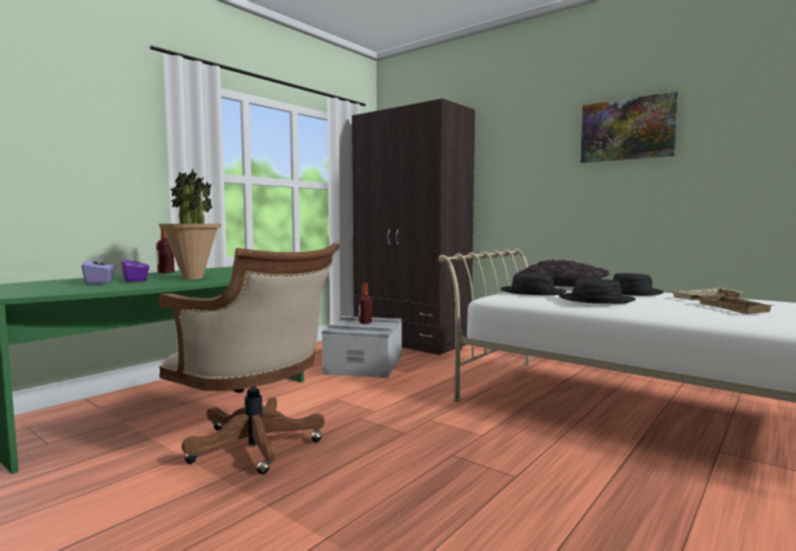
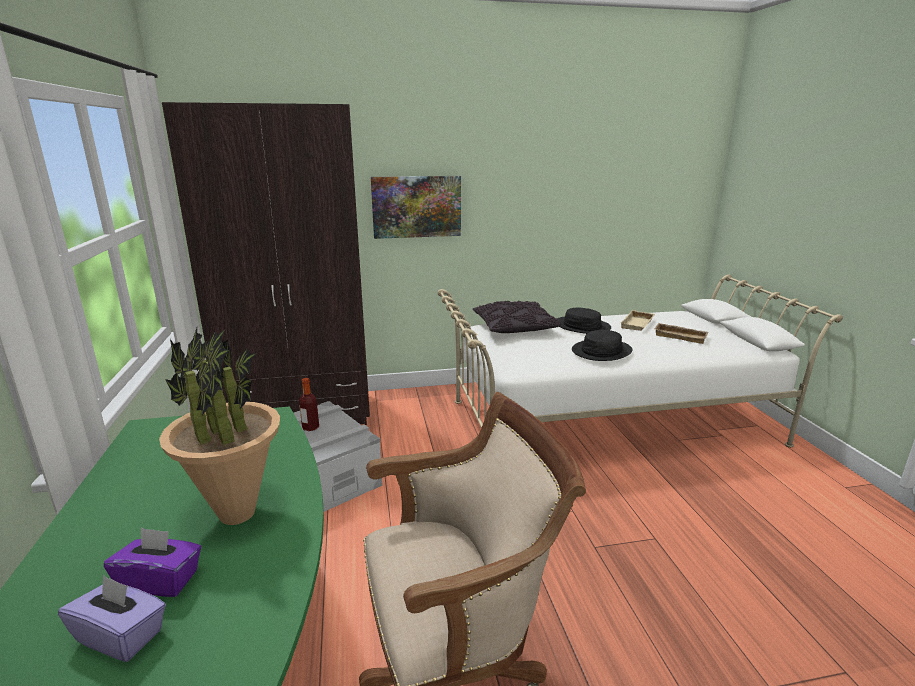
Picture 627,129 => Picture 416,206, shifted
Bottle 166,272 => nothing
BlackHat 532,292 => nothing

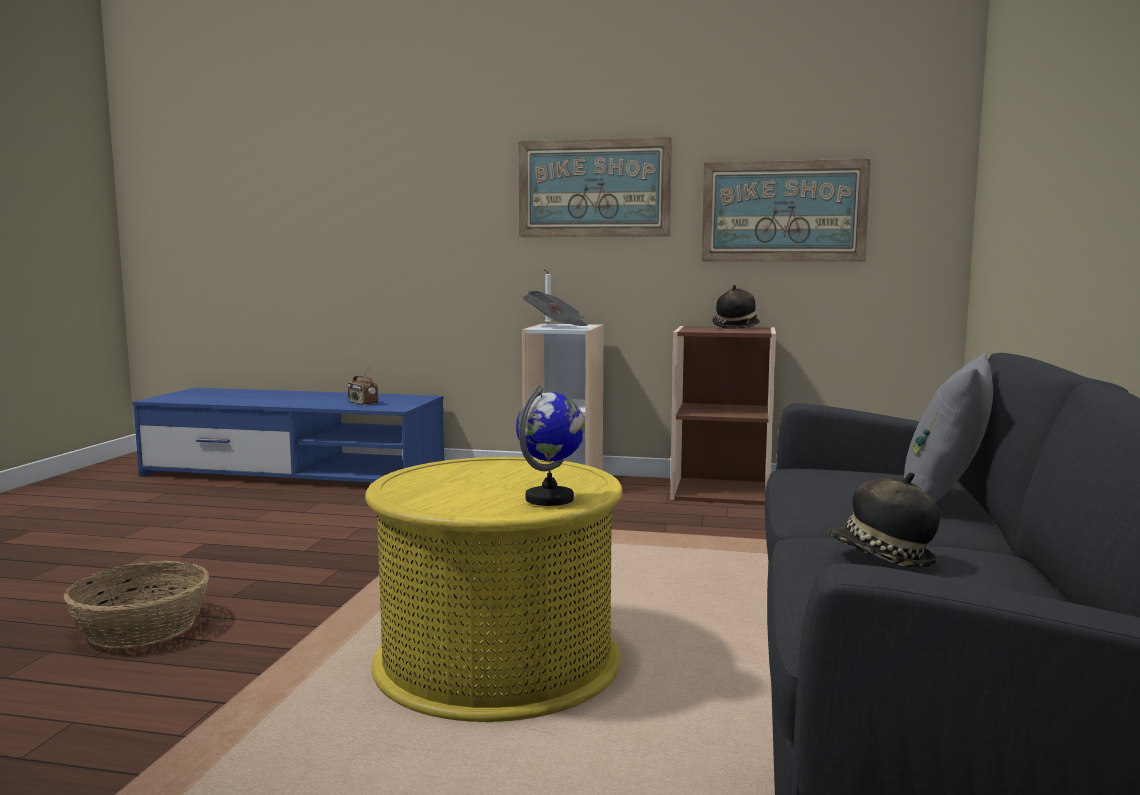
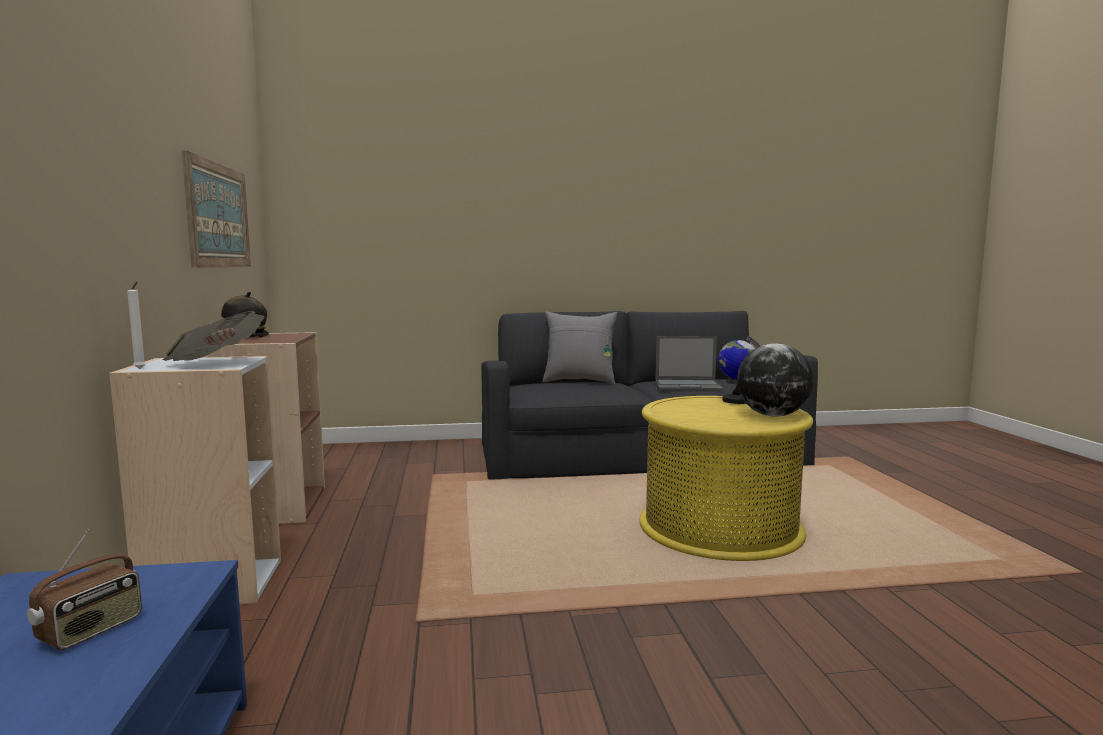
Hat 881,558 => Laptop 688,385
nothing => Globe 773,415
Basket 143,627 => nothing
Picture 594,188 => nothing

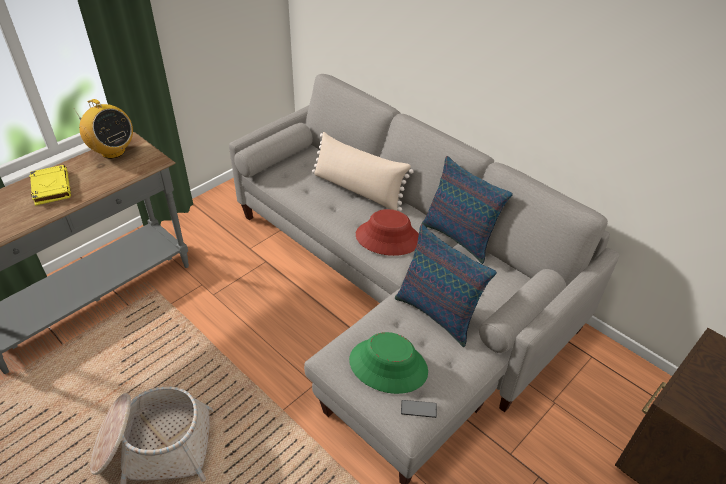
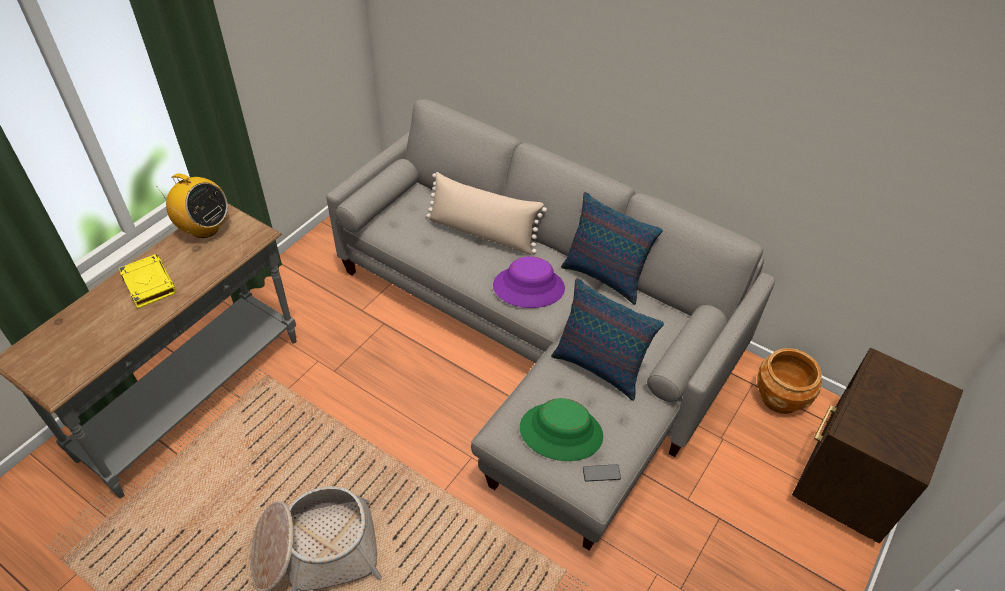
RedHat 388,238 => PurpleHat 528,287
nothing => BrownPlanter 780,397

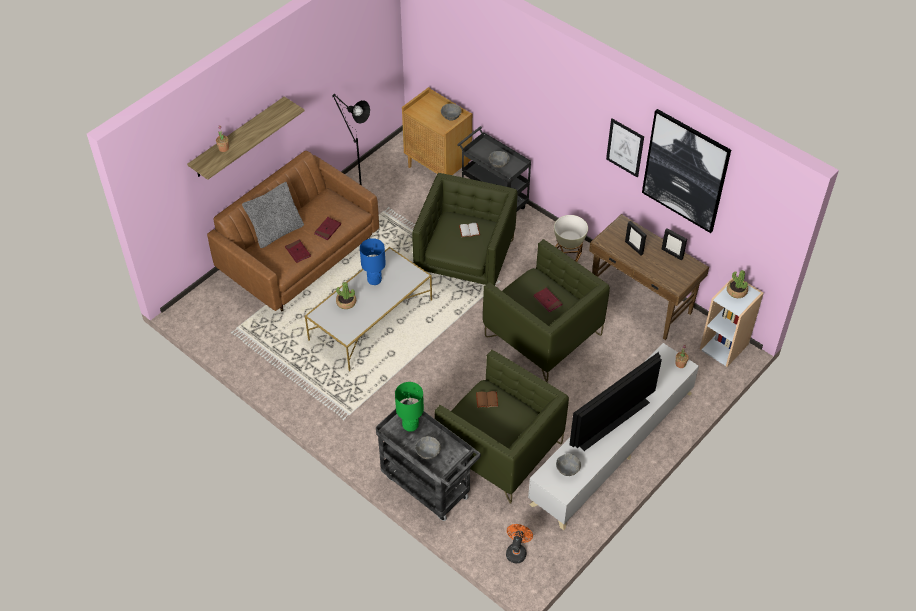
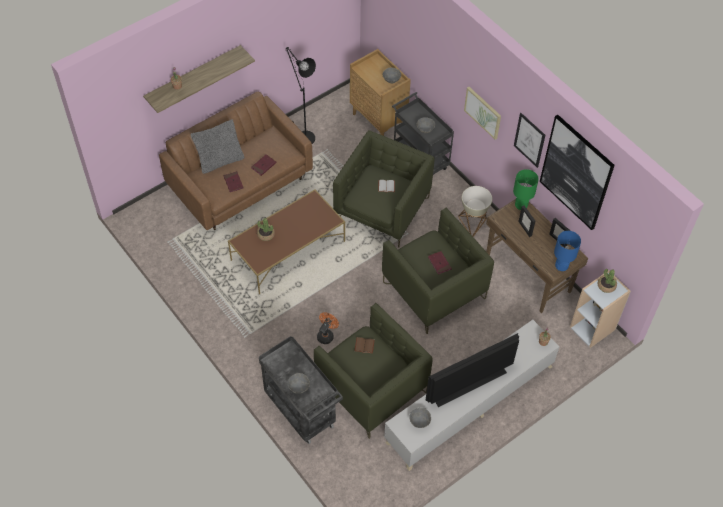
WhiteCoffeeTable 371,320 => BrownCoffeeTable 288,250
OrangeFan 517,551 => OrangeFan 326,335, shifted
nothing => Picture 483,112
GreenTableLamp 410,426 => GreenTableLamp 521,206, shifted
BlueTableLamp 374,281 => BlueTableLamp 561,266, shifted

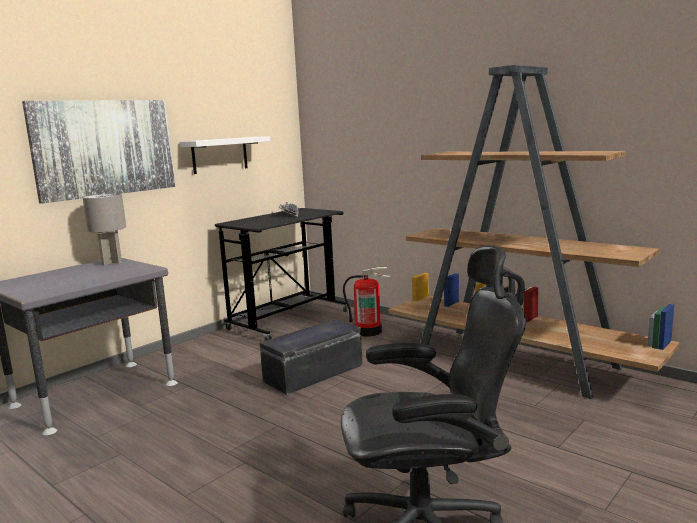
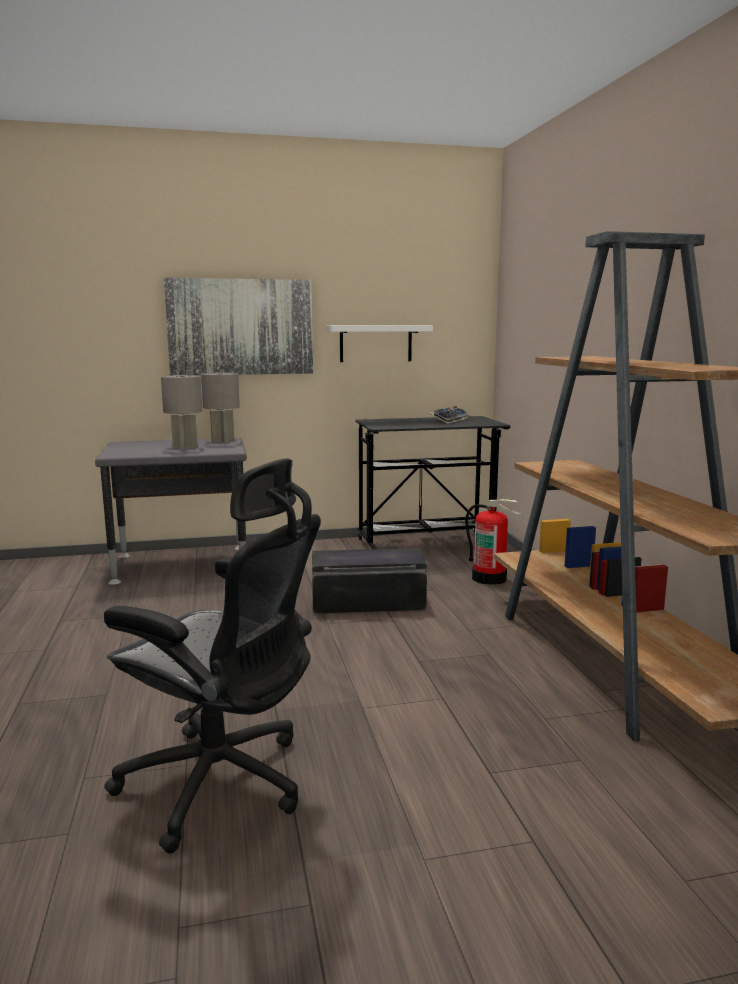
nothing => GreyTableLamp 184,447

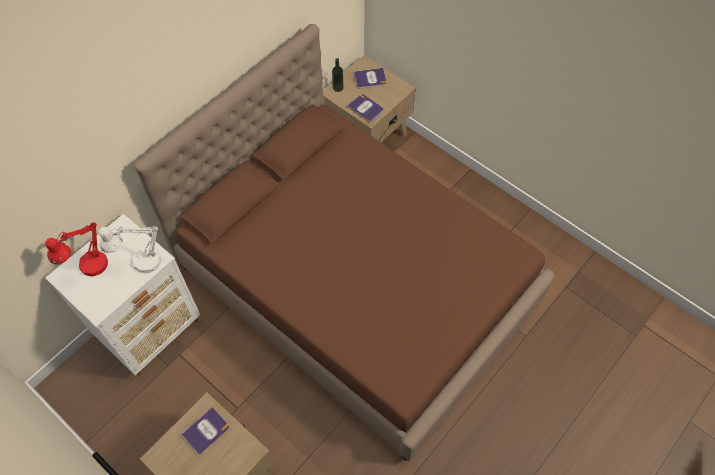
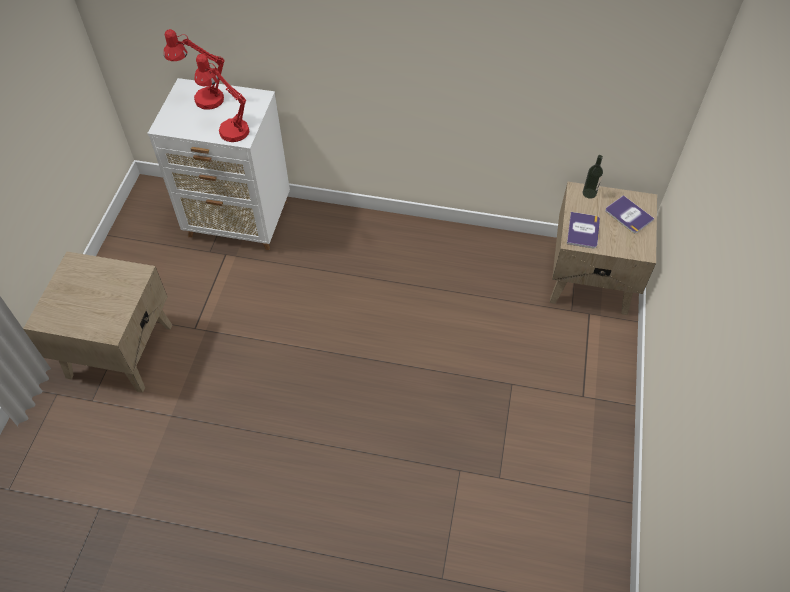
WhiteTableLamp 141,263 => RedTableLamp 229,129
BrownBed 357,283 => nothing
Book 206,431 => nothing

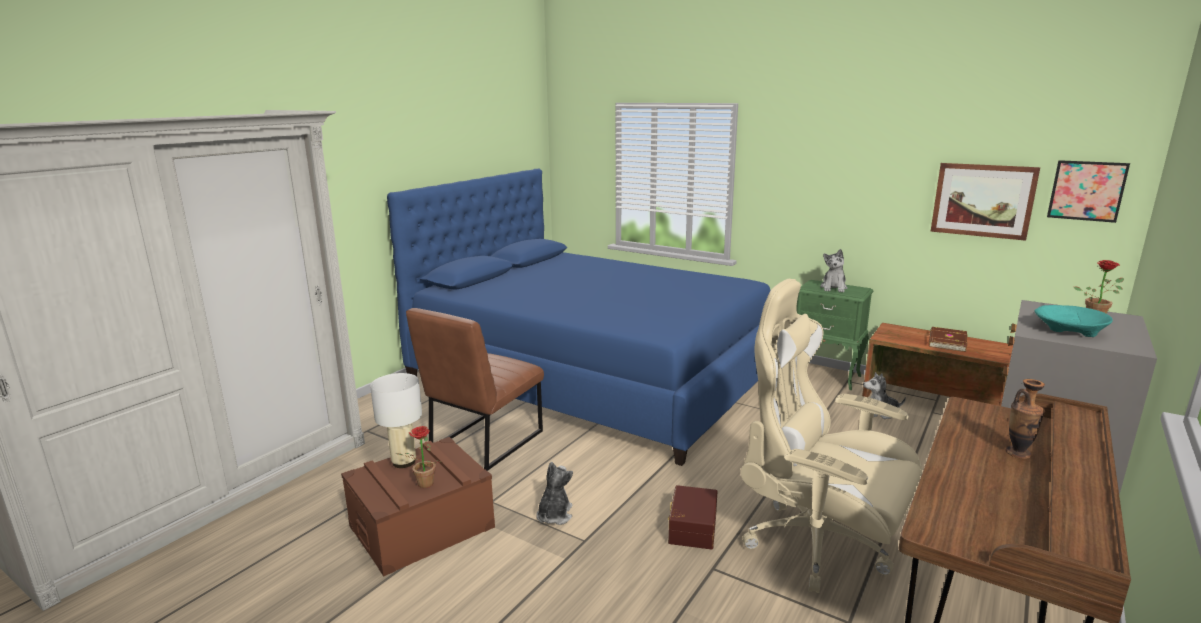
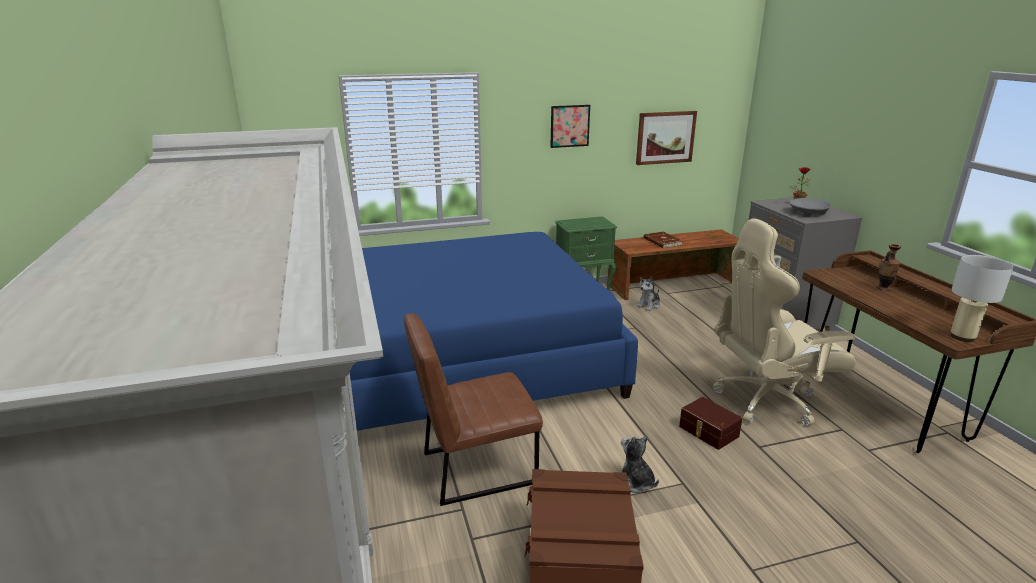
BrownChair 484,442 => BrownChair 475,468, 90 degrees clockwise
Picture 1086,191 => Picture 569,126, shifted
TurquoiseBowl 1069,330 => GreyBowl 809,213
WhiteTableLamp 403,462 => WhiteTableLamp 961,337, shifted
PottedPlant 422,485 => nothing
PlushToy 833,288 => nothing

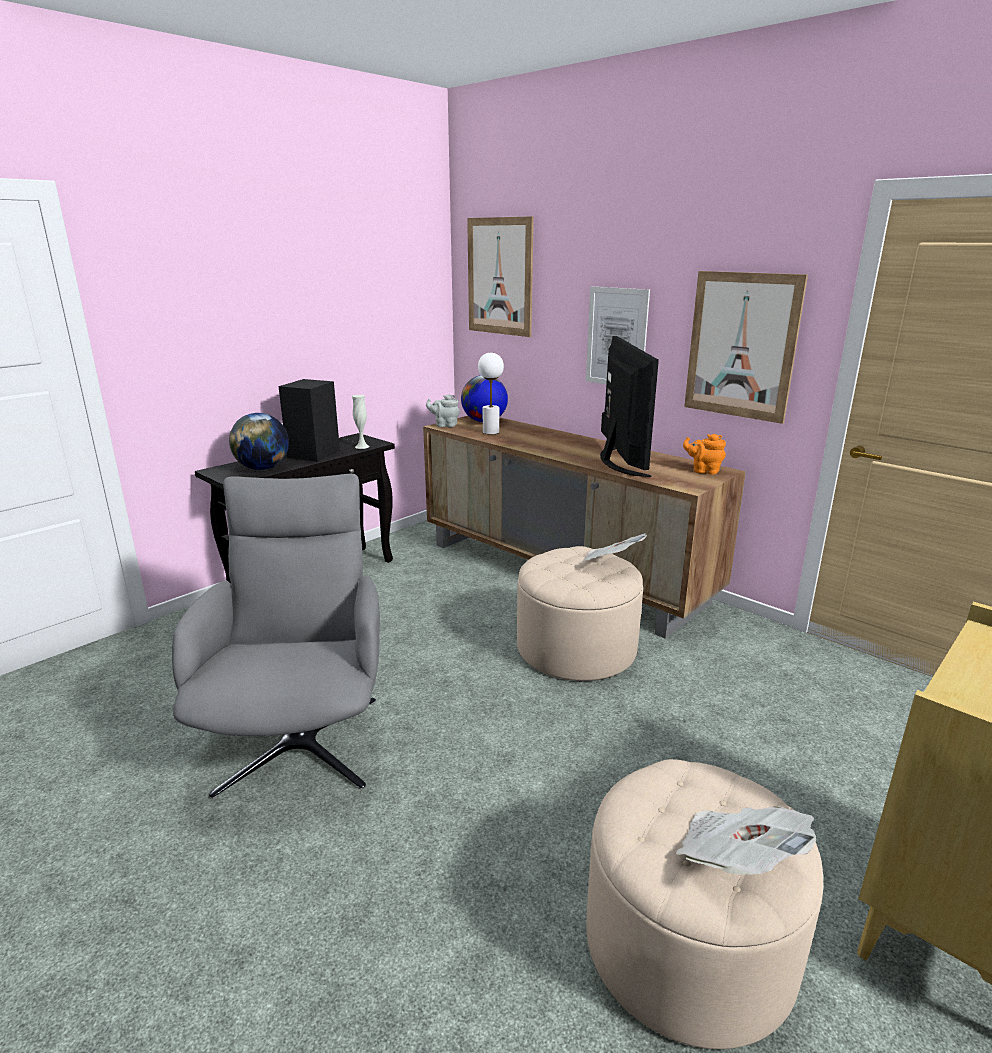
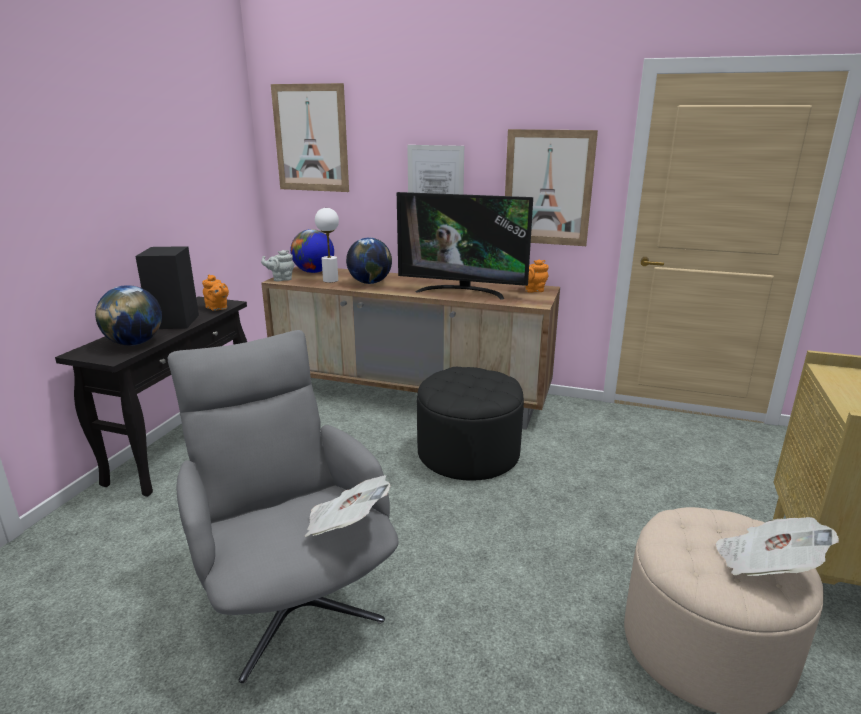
WhiteVase 362,446 => OrangeTeapot 217,308
Newspaper 611,563 => Newspaper 346,525, shifted
nothing => Globe 370,283
Television 617,461 => Television 462,291, 135 degrees clockwise
BeigeOttoman 576,648 => BlackOttoman 468,453

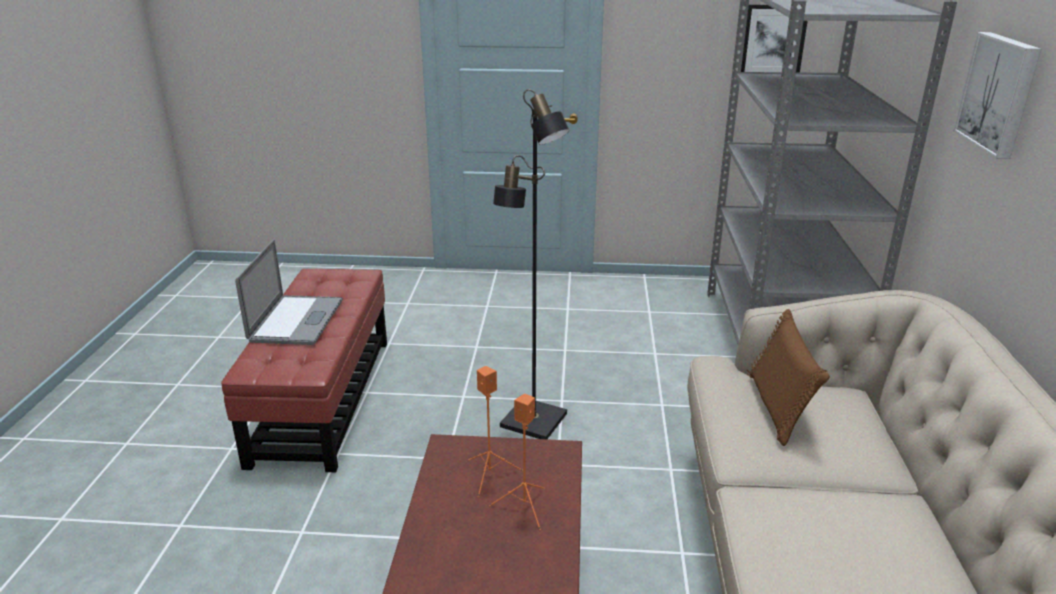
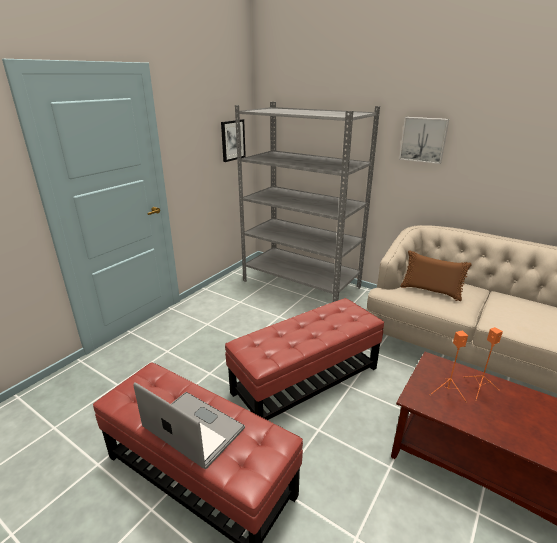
BlackFloorLamp 533,420 => RedOttoman 305,379

